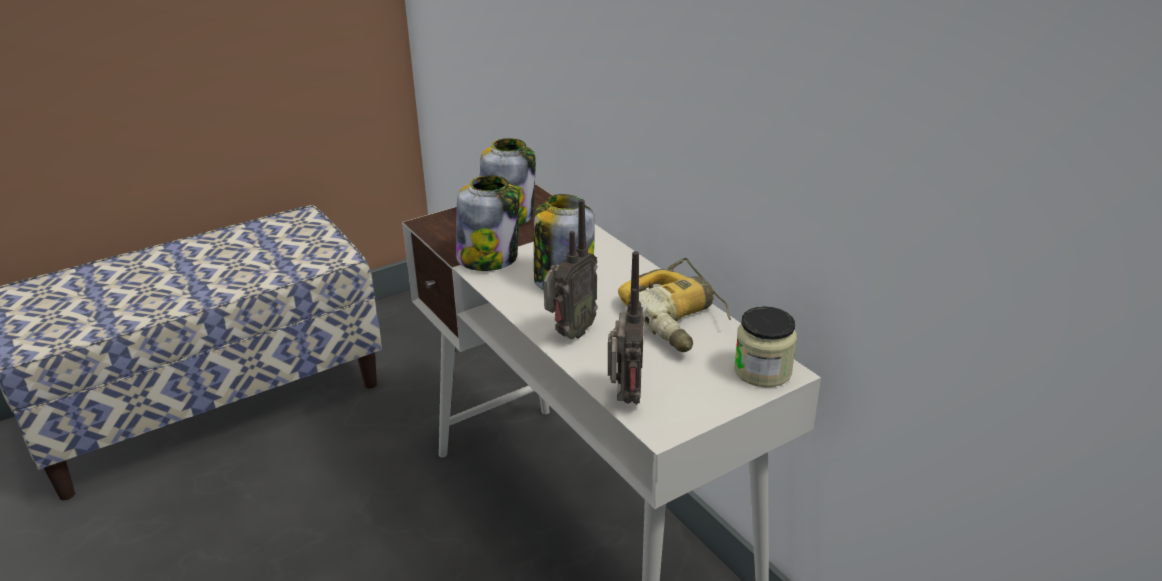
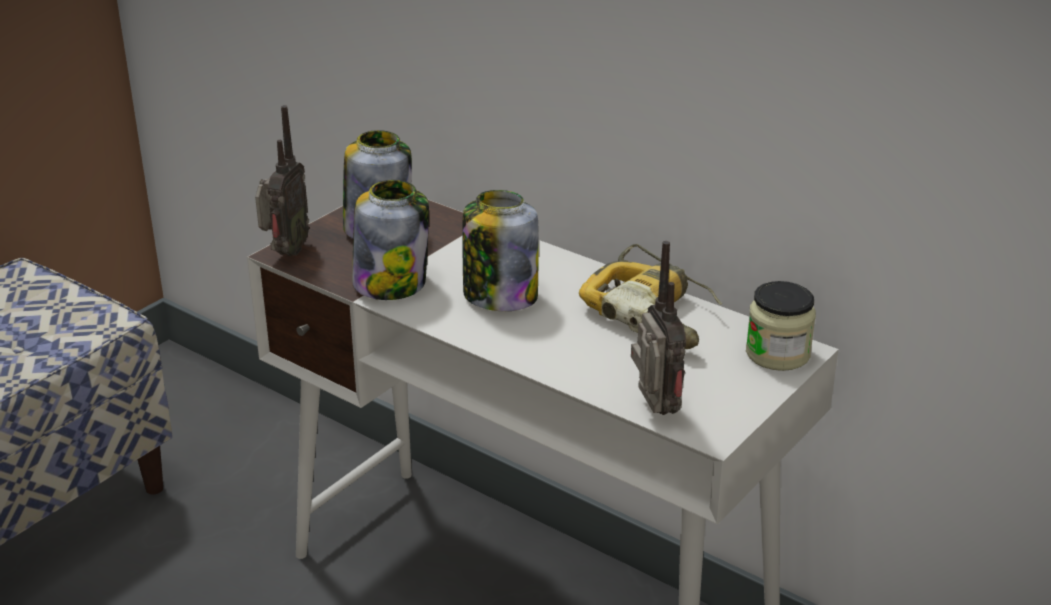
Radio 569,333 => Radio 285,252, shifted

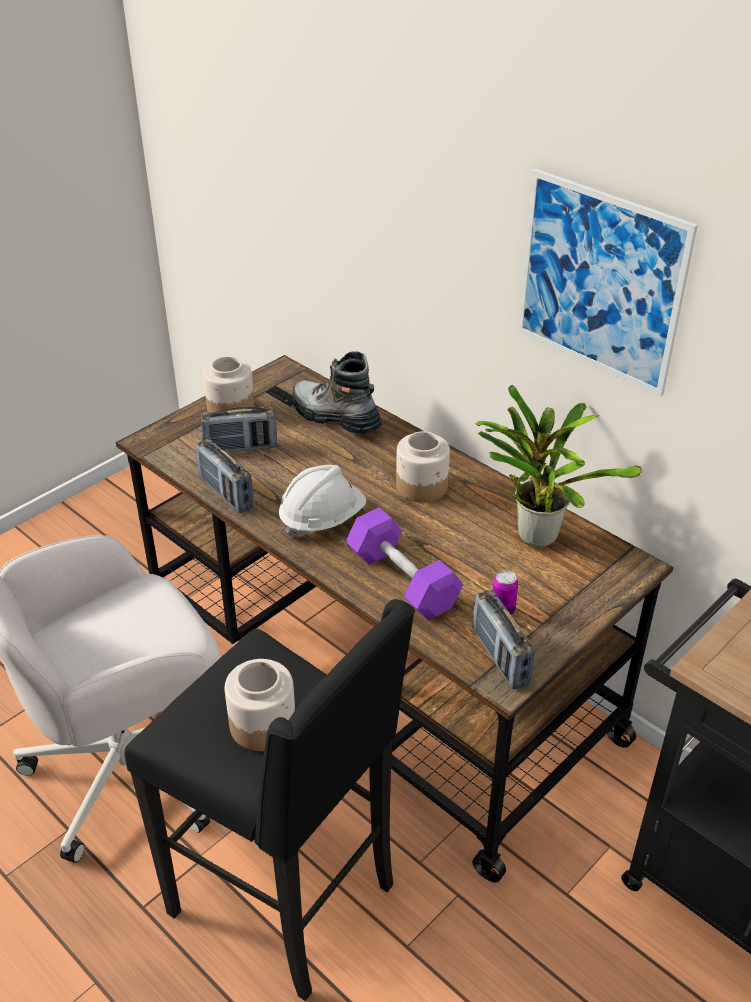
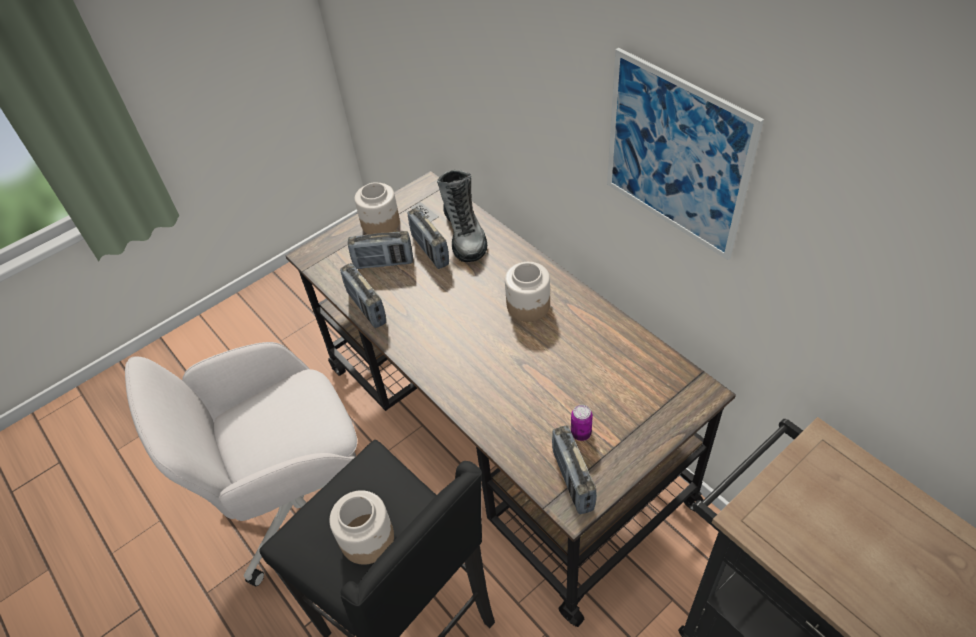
nothing => Radio 430,251
Boot 335,417 => Boot 464,234, 150 degrees counterclockwise
WhiteHardHat 322,519 => nothing
PurpleDumbbell 402,580 => nothing
PottedPlant 534,532 => nothing

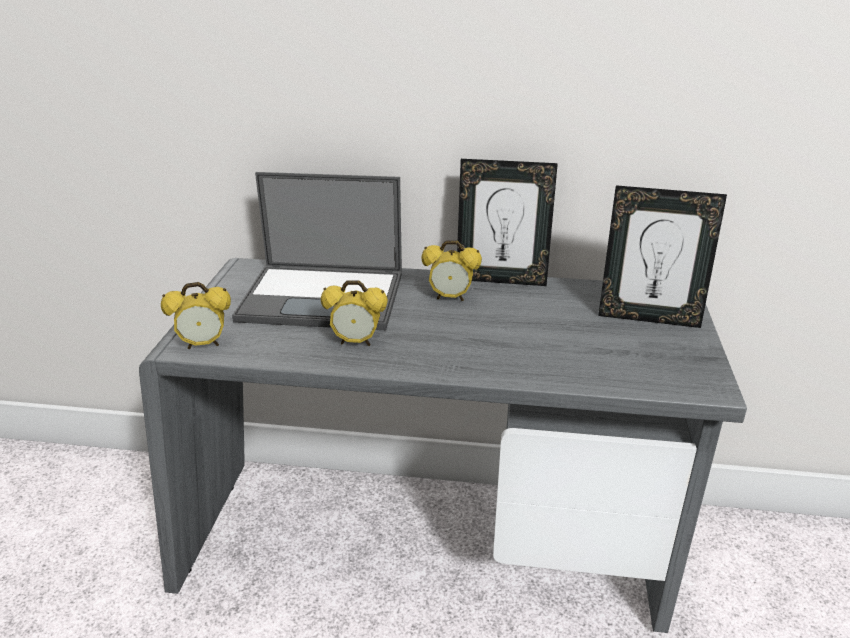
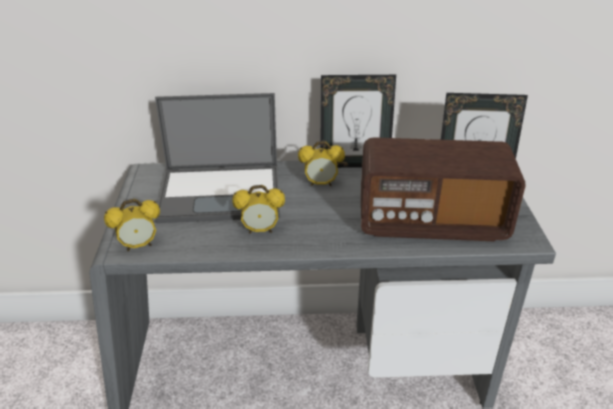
nothing => Radio 431,222

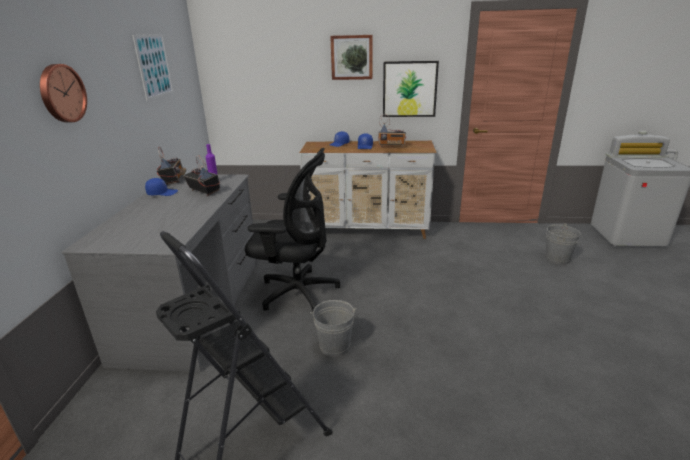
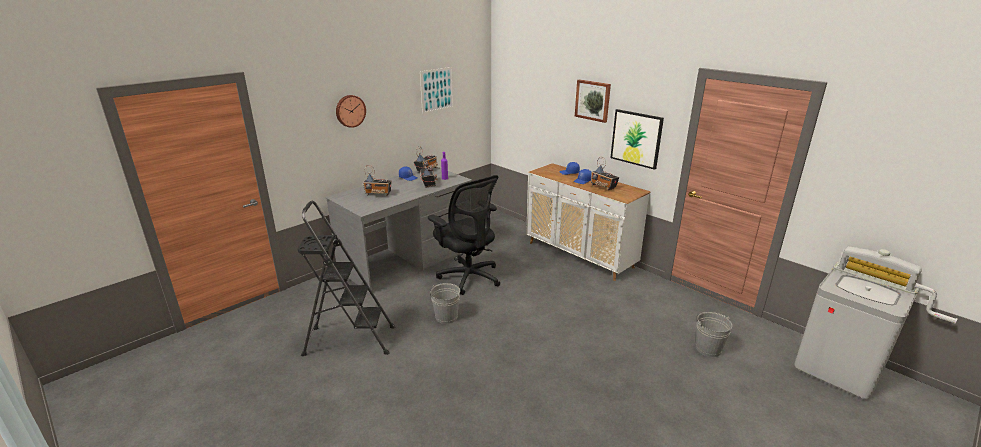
nothing => Radio 378,194

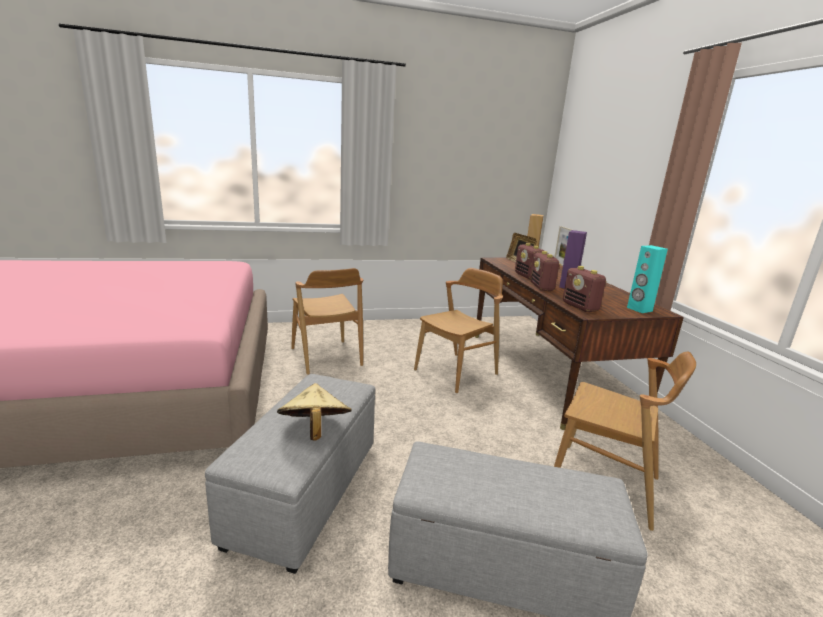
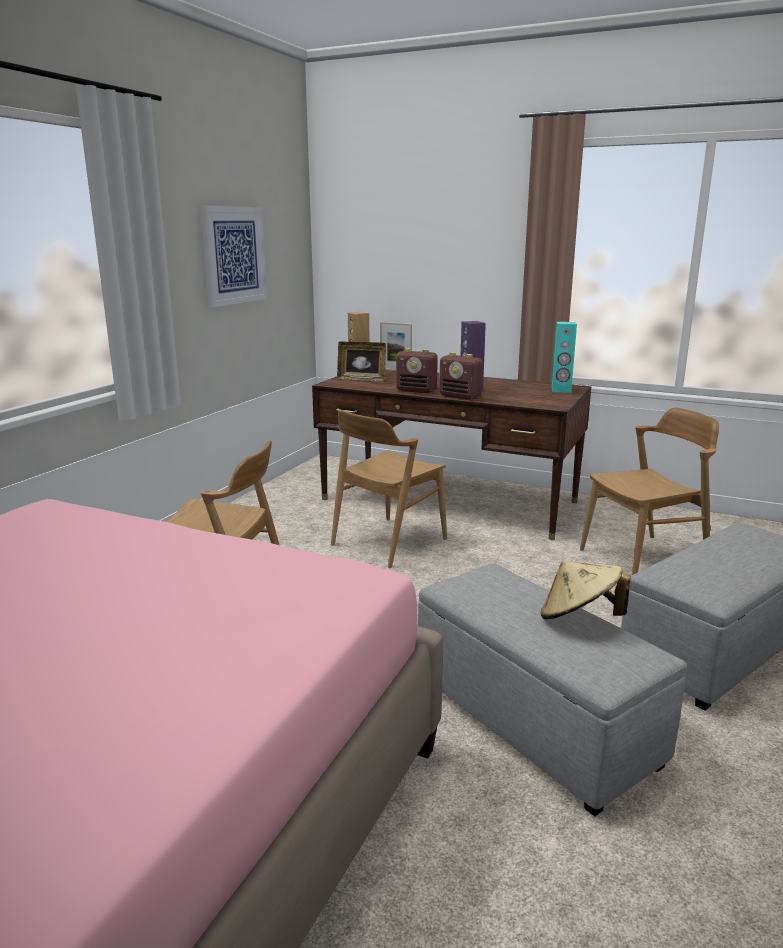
nothing => Picture 234,255
BrownChair 456,372 => BrownChair 388,542, 135 degrees counterclockwise
Radio 580,307 => nothing

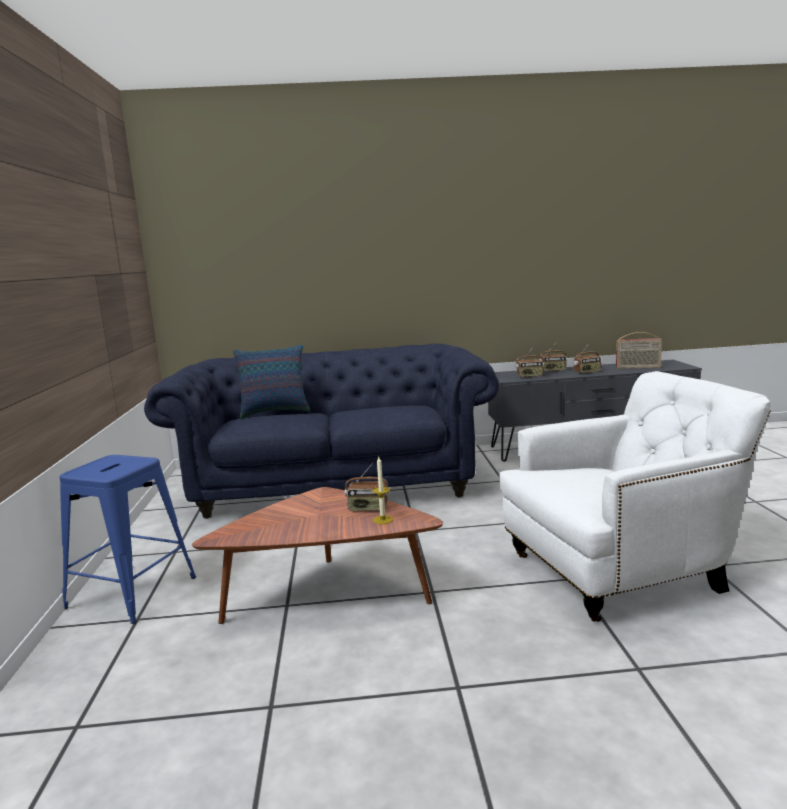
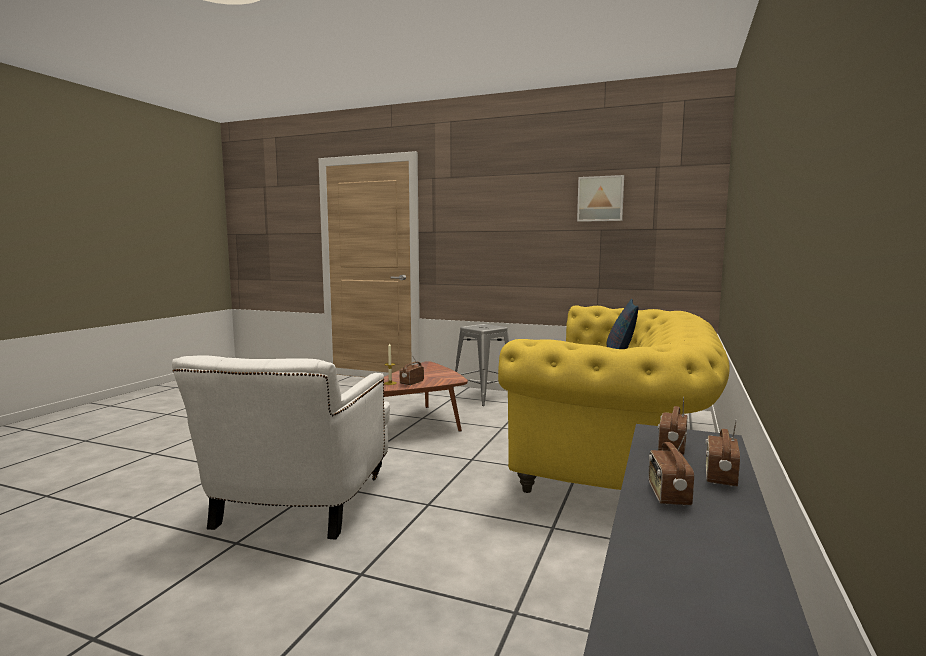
BlueStool 131,593 => GreyStool 483,396
BlueSofa 335,483 => YellowSofa 618,452
nothing => Picture 600,199
Radio 638,367 => nothing

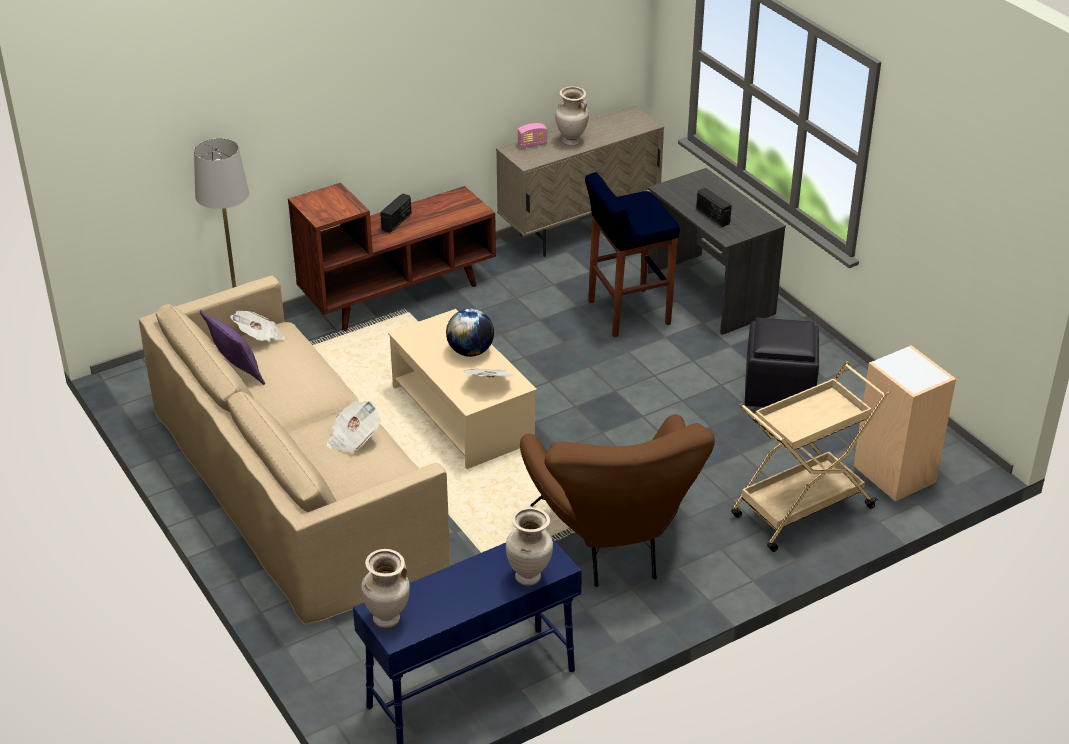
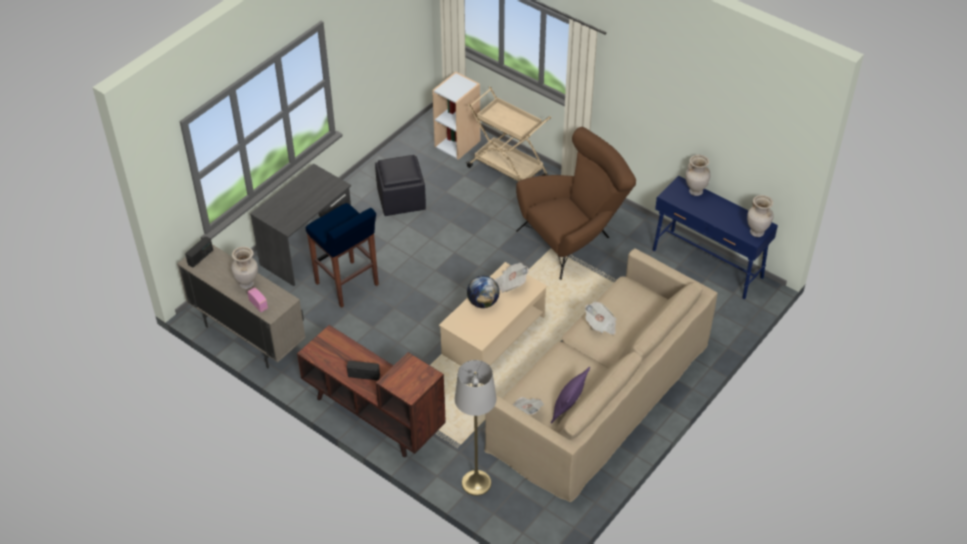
Radio 712,216 => Radio 200,257, shifted

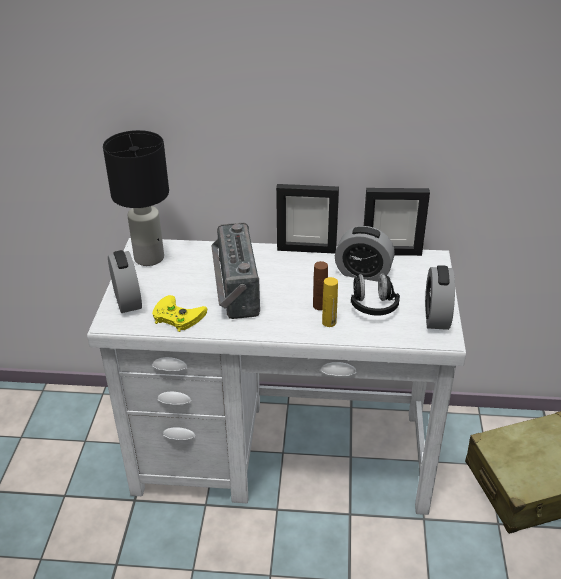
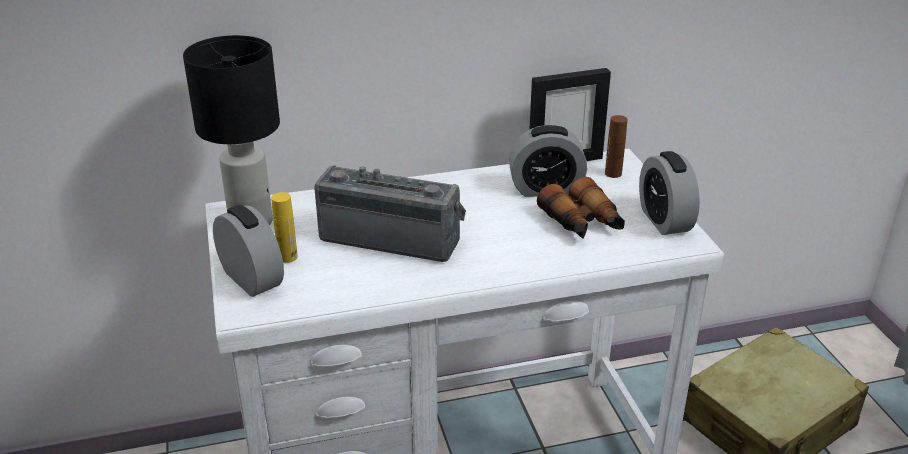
YellowBottle 329,322 => YellowBottle 287,257, shifted
Radio 233,289 => Radio 392,238, 135 degrees clockwise
BlackHeadphones 373,306 => Binoculars 583,223
BrownBottle 319,306 => BrownBottle 613,173, shifted
YellowGameController 176,316 => nothing
PictureFrame 306,249 => nothing

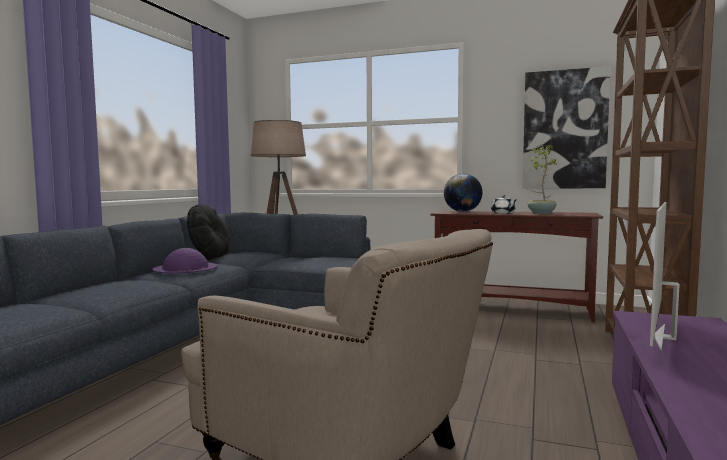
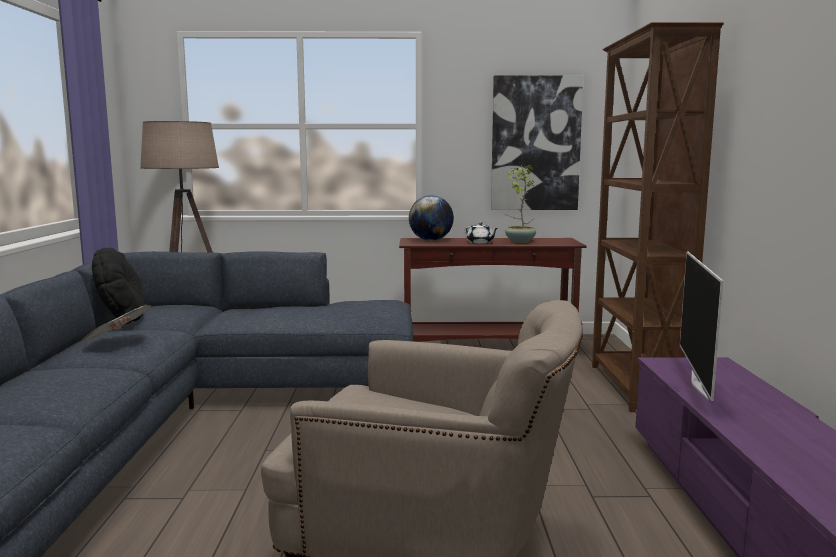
PurpleHat 185,267 => Newspaper 116,342

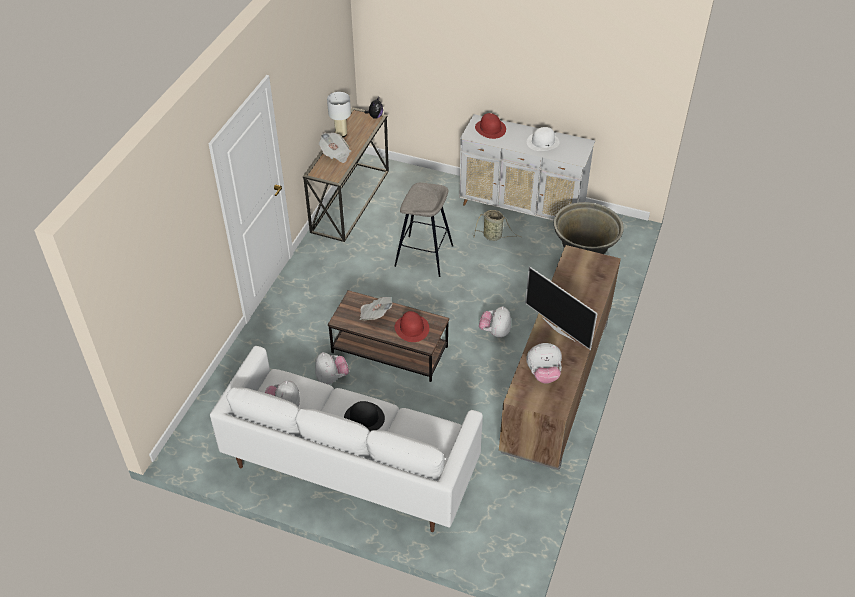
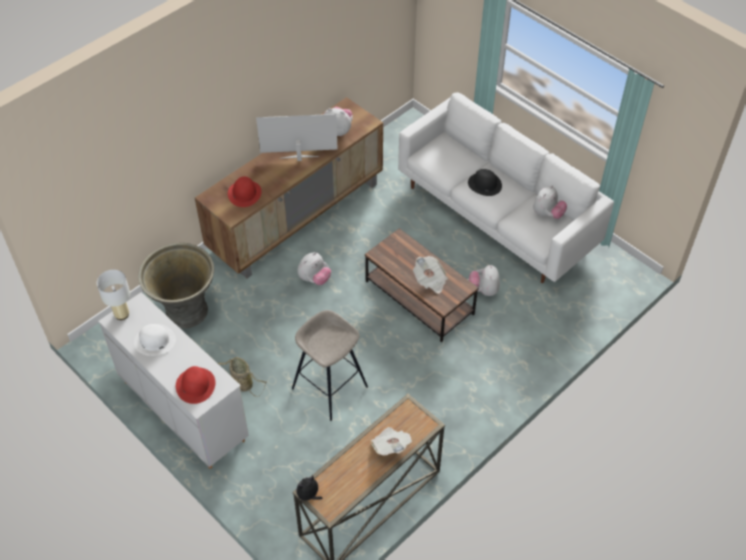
WhiteTableLamp 341,134 => WhiteTableLamp 122,314, shifted
RedHat 412,328 => RedHat 244,193, shifted
Television 559,329 => Television 299,158, 75 degrees counterclockwise

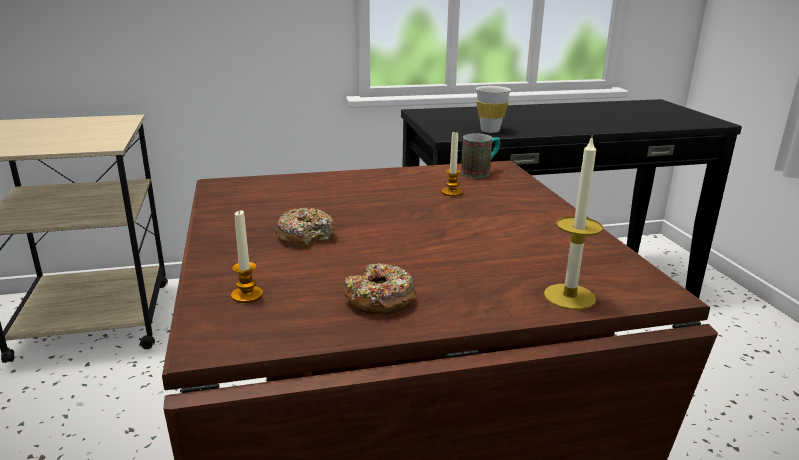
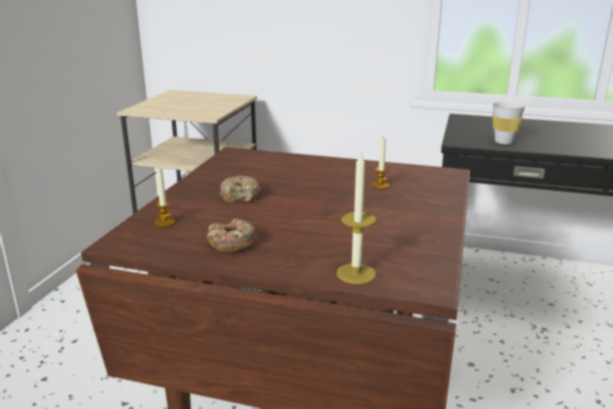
Mug 480,172 => nothing

